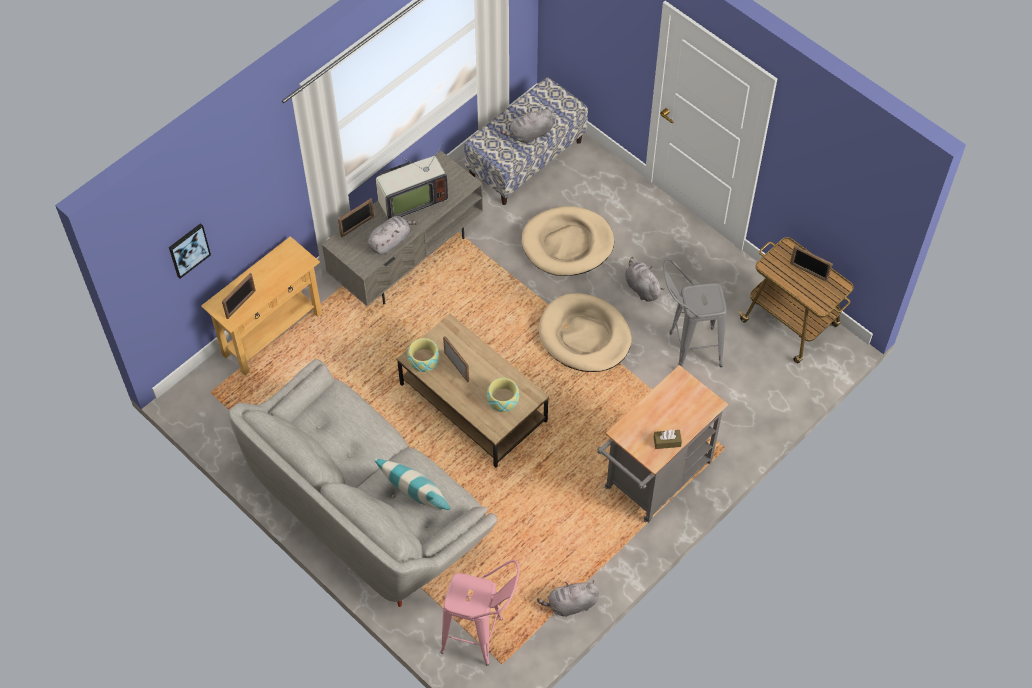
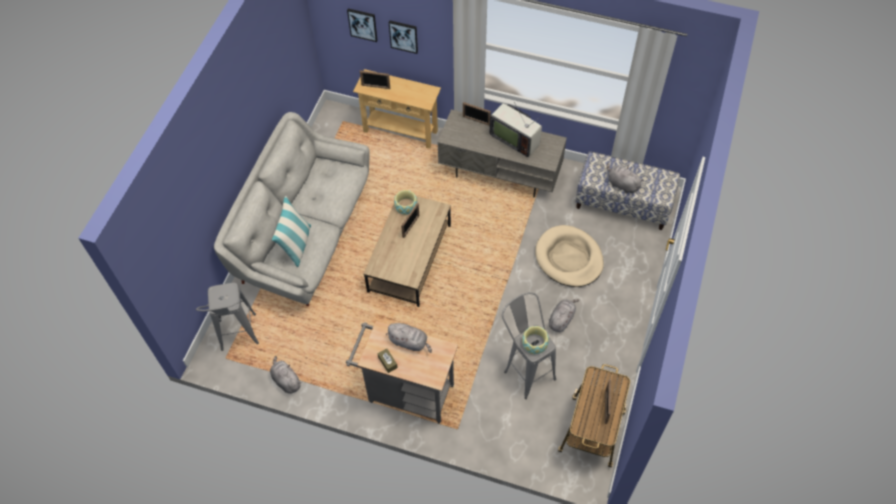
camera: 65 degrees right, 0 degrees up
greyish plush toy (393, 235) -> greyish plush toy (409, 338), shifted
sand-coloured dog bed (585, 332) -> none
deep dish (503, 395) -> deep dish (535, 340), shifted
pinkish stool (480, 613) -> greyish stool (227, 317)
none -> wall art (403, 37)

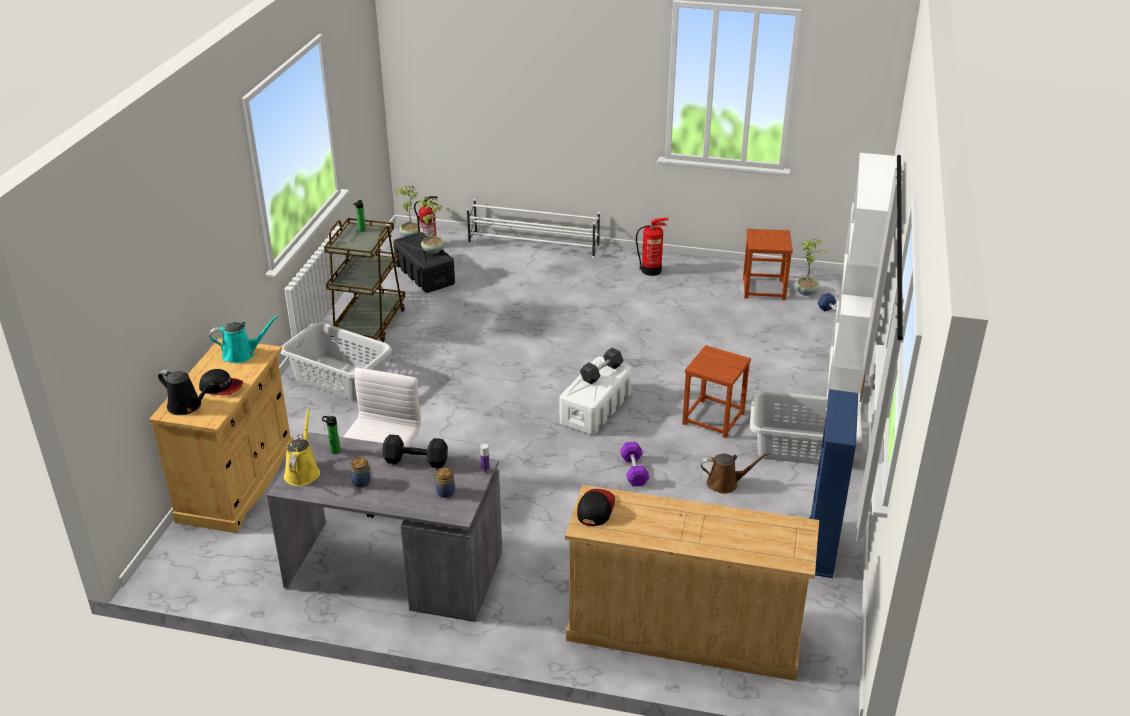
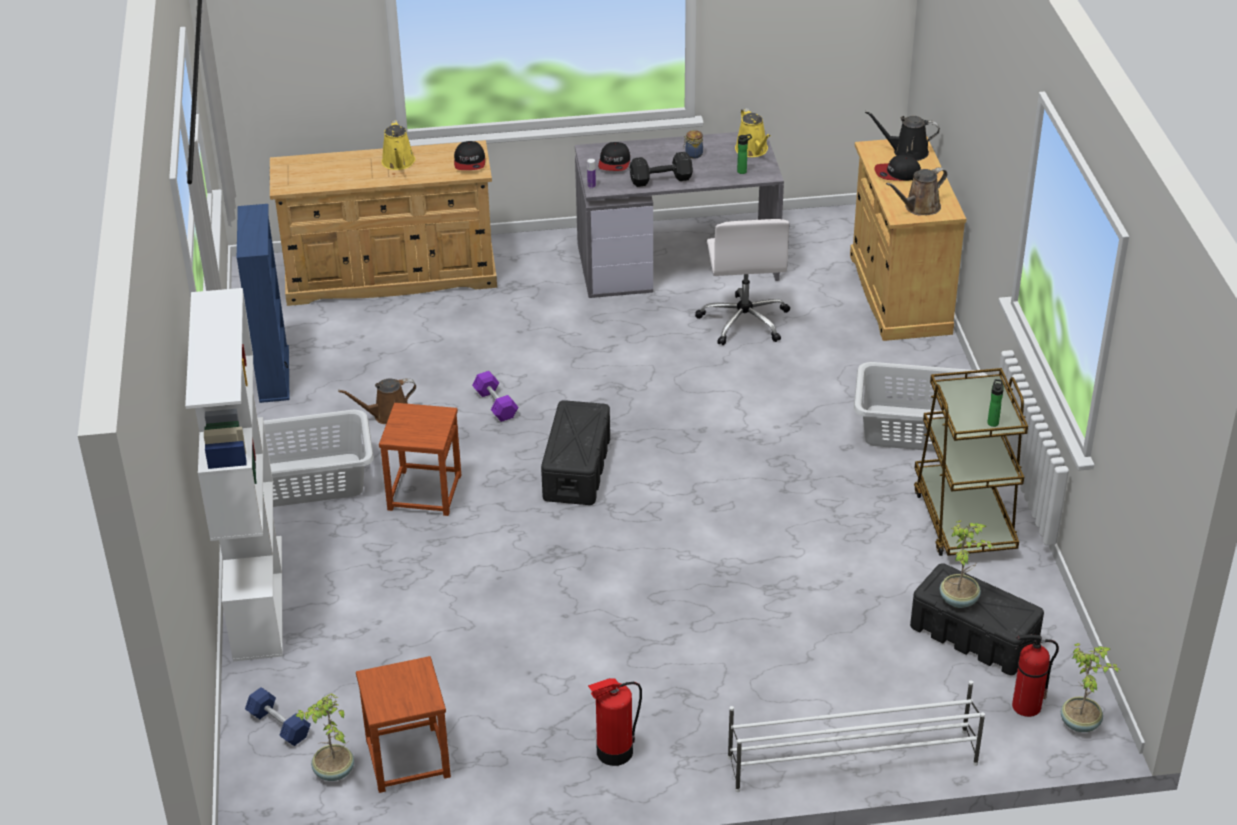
camera: 160 degrees right, 5 degrees up
turquoise watering pot (244, 339) -> brown watering pot (916, 191)
greyish free weight (602, 366) -> none
whitish storage container (595, 396) -> blackish storage container (575, 452)
preserve jar (444, 483) -> peaked cap (614, 156)
none -> yellowish watering pot (398, 145)

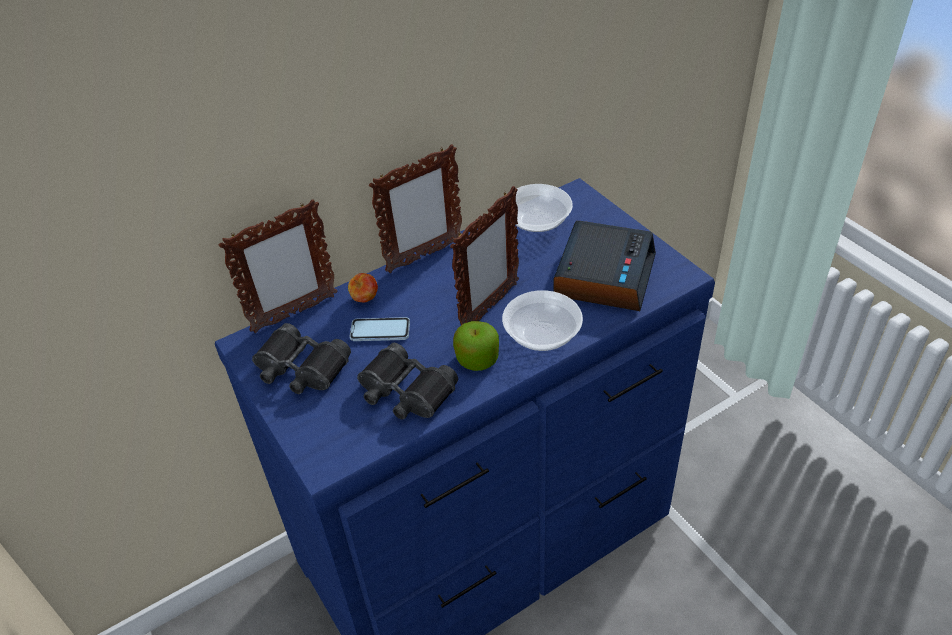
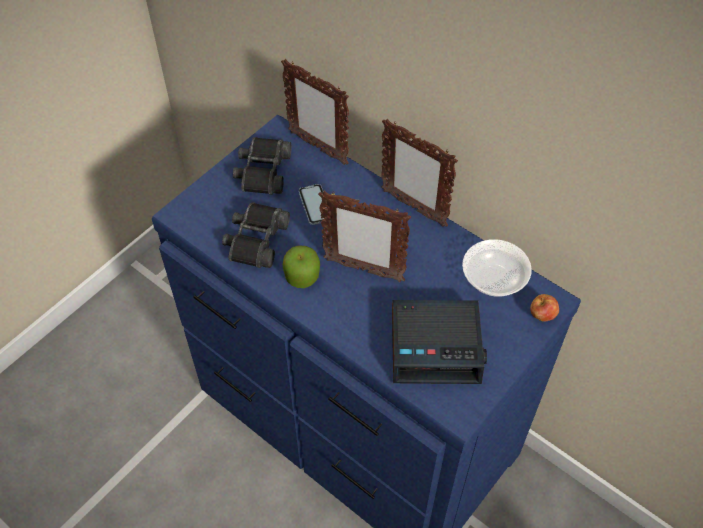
camera: 70 degrees right, 10 degrees up
apple (363, 287) -> apple (544, 308), shifted
deep dish (542, 320) -> none

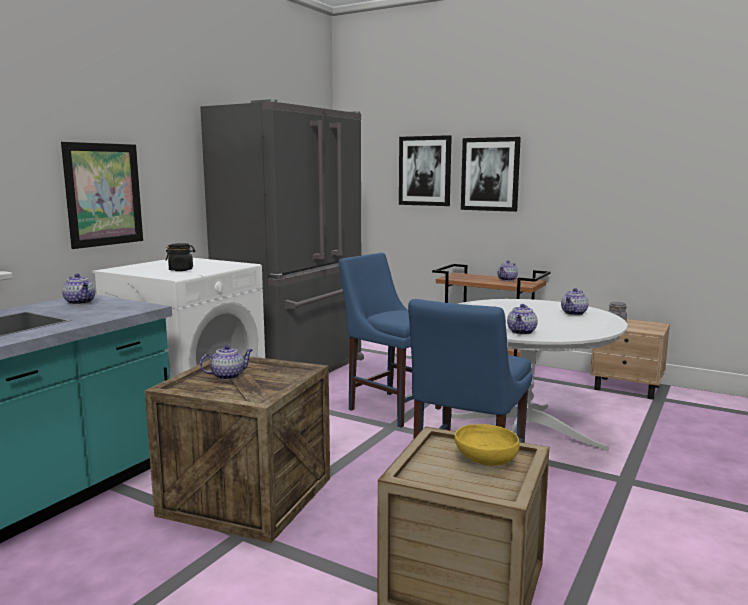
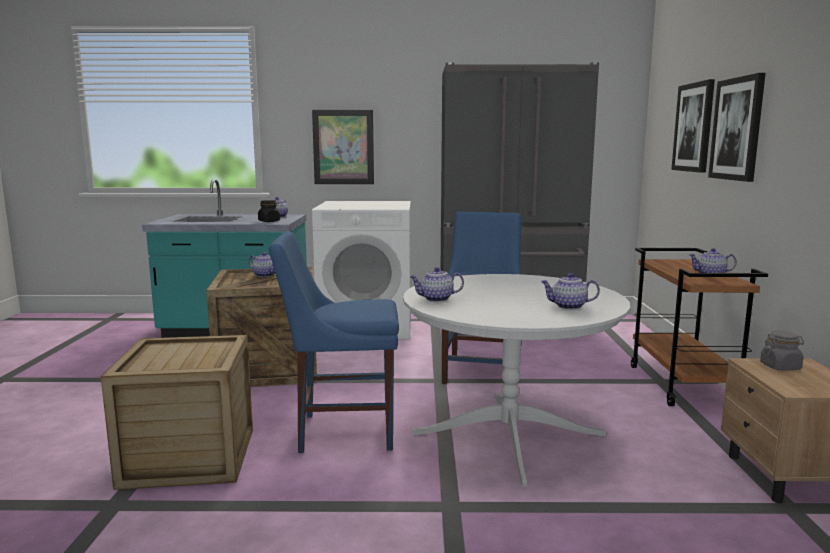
camera: 60 degrees right, 0 degrees up
blackish preserve jar (180, 257) -> blackish preserve jar (269, 211), shifted
yellowish deep dish (487, 445) -> none

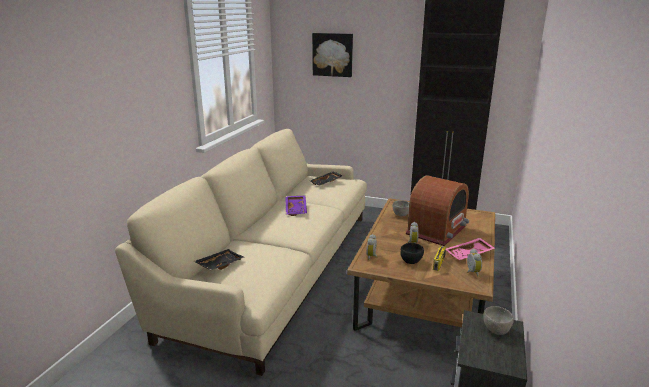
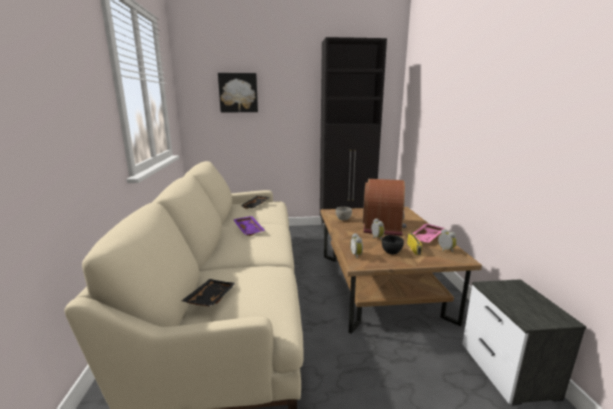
camera: 25 degrees left, 5 degrees down
greyish deep dish (498, 320) -> none

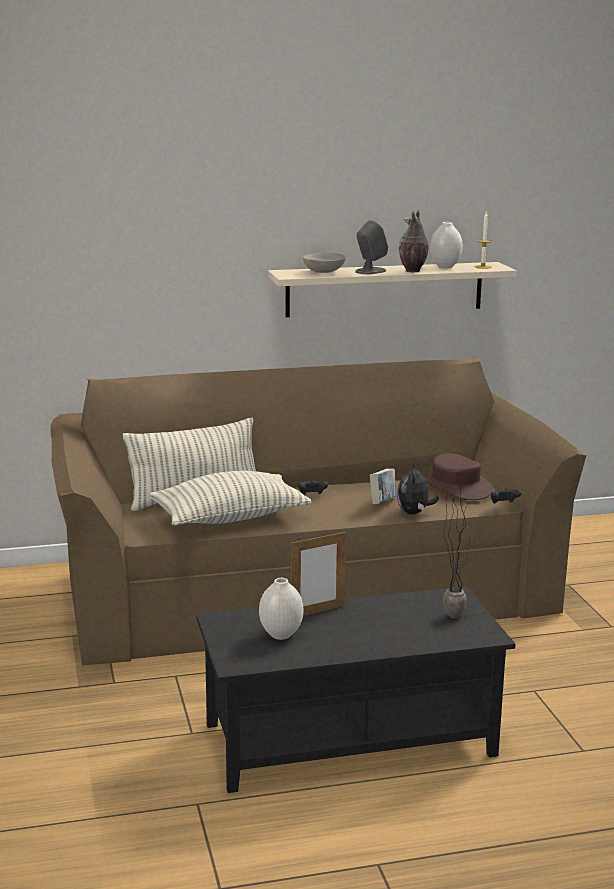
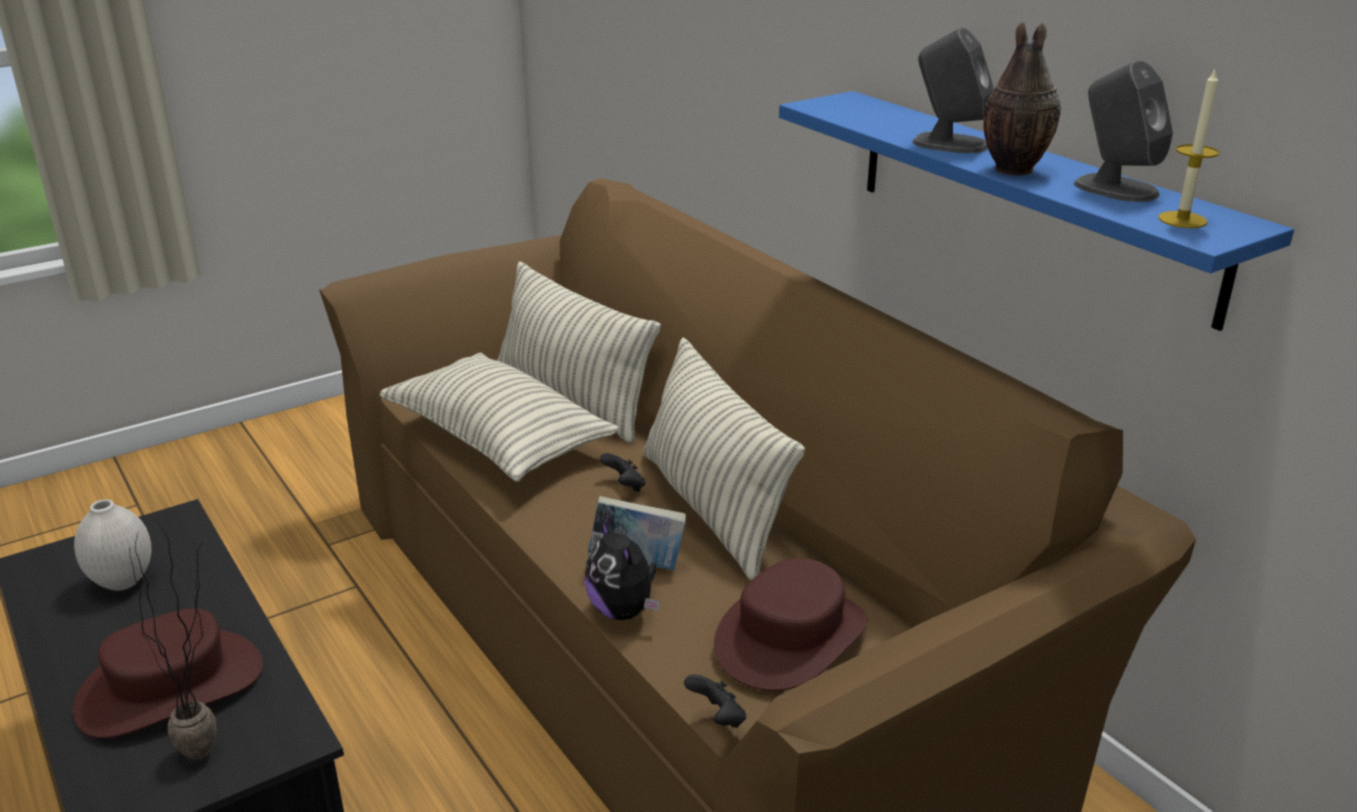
camera: 70 degrees right, 10 degrees up
whitish vase (446, 245) -> greyish audio speaker (1123, 131)
greyish deep dish (324, 263) -> none
sand-coloured shelf (392, 289) -> bluish shelf (1036, 211)
plush toy (418, 489) -> plush toy (622, 569), 105 degrees counterclockwise
standing frame (318, 574) -> none
none -> pillow (724, 458)
none -> brown hat (168, 673)

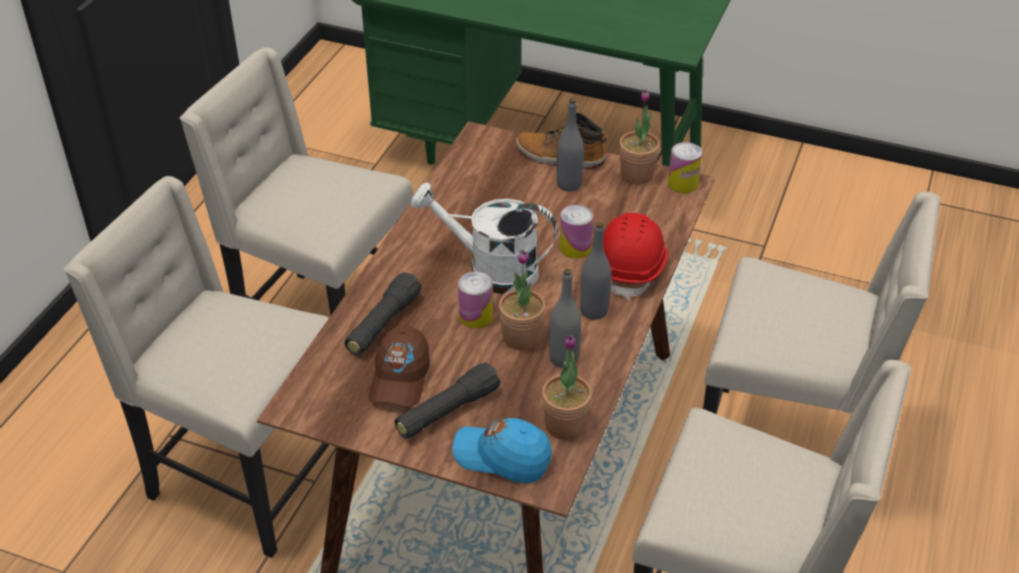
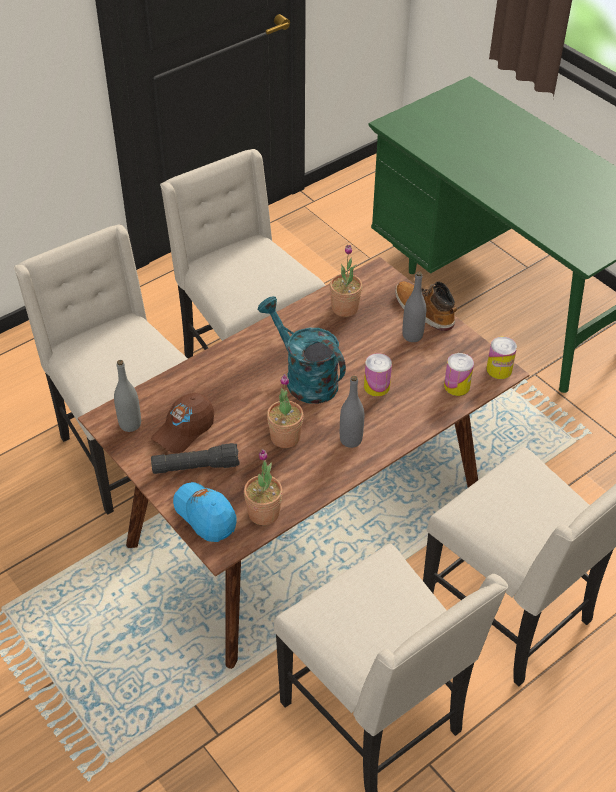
camera: 30 degrees right, 5 degrees up
potted plant (639, 136) -> potted plant (346, 281), shifted
whitish watering pot (484, 238) -> turquoise watering pot (302, 350)
red-coloured work helmet (635, 256) -> none
greyish beverage bottle (565, 318) -> greyish beverage bottle (127, 396), shifted
blackish hand torch (382, 313) -> none
sealed can (475, 300) -> sealed can (459, 374), shifted

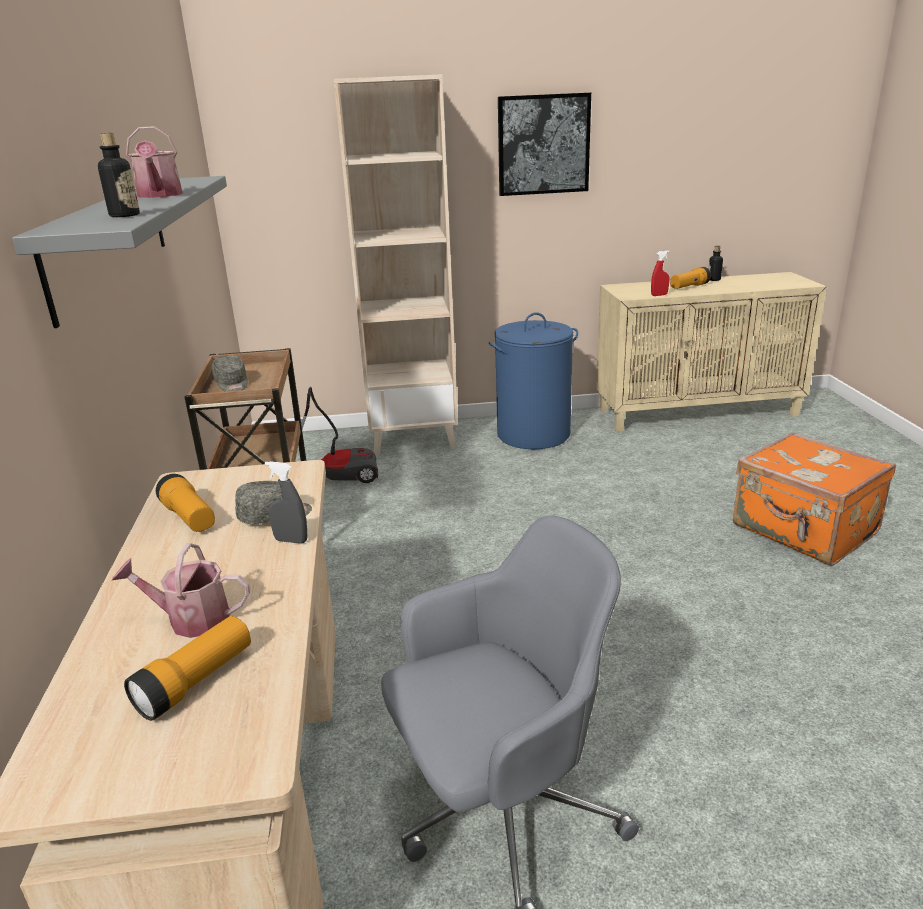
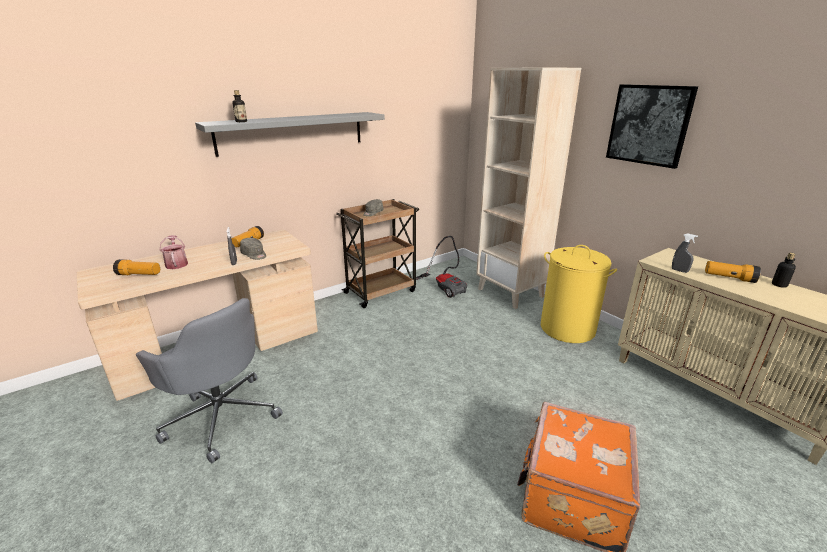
camera: 60 degrees right, 0 degrees up
watering pot (154, 162) -> none
red-coloured sprayer (660, 273) -> greyish sprayer (685, 253)
bluish washing basket (533, 380) -> yellowish washing basket (579, 294)

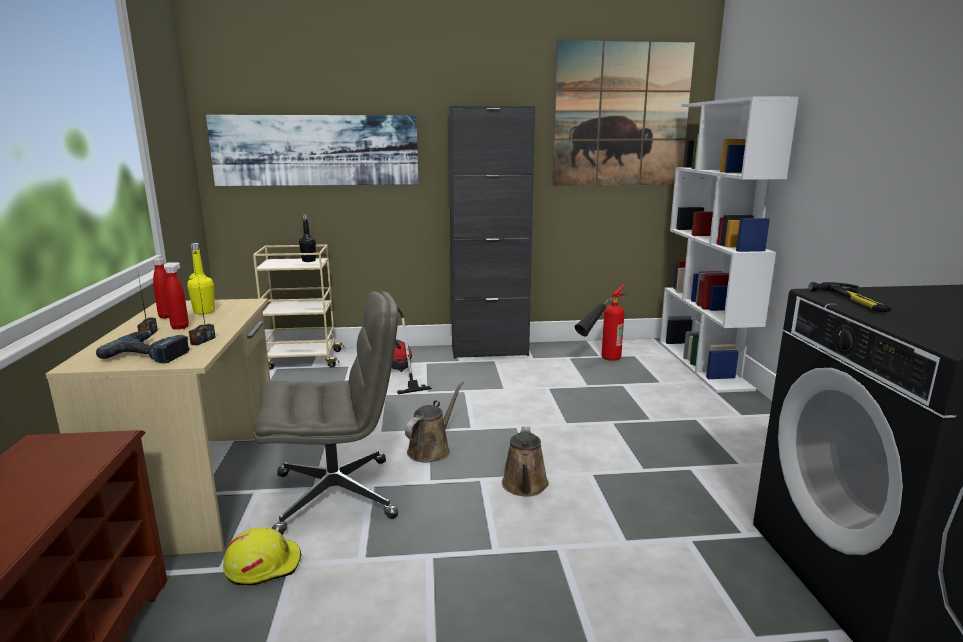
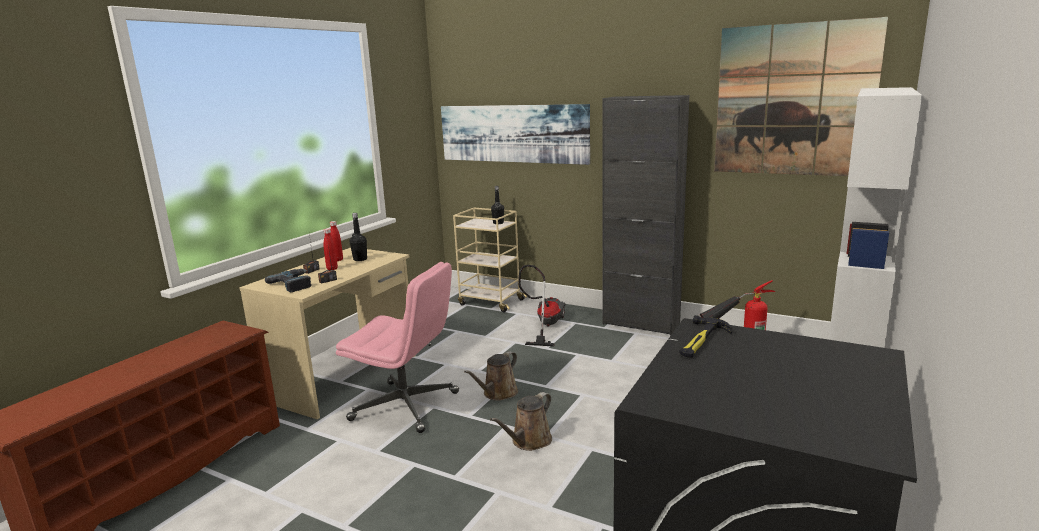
camera: 35 degrees right, 0 degrees up
yellowish beverage bottle (201, 278) -> blackish beverage bottle (358, 237)
greyish desk chair (326, 413) -> pinkish desk chair (397, 347)
brown watering pot (434, 422) -> brown watering pot (491, 376), 150 degrees clockwise
yellowish work helmet (262, 556) -> none

